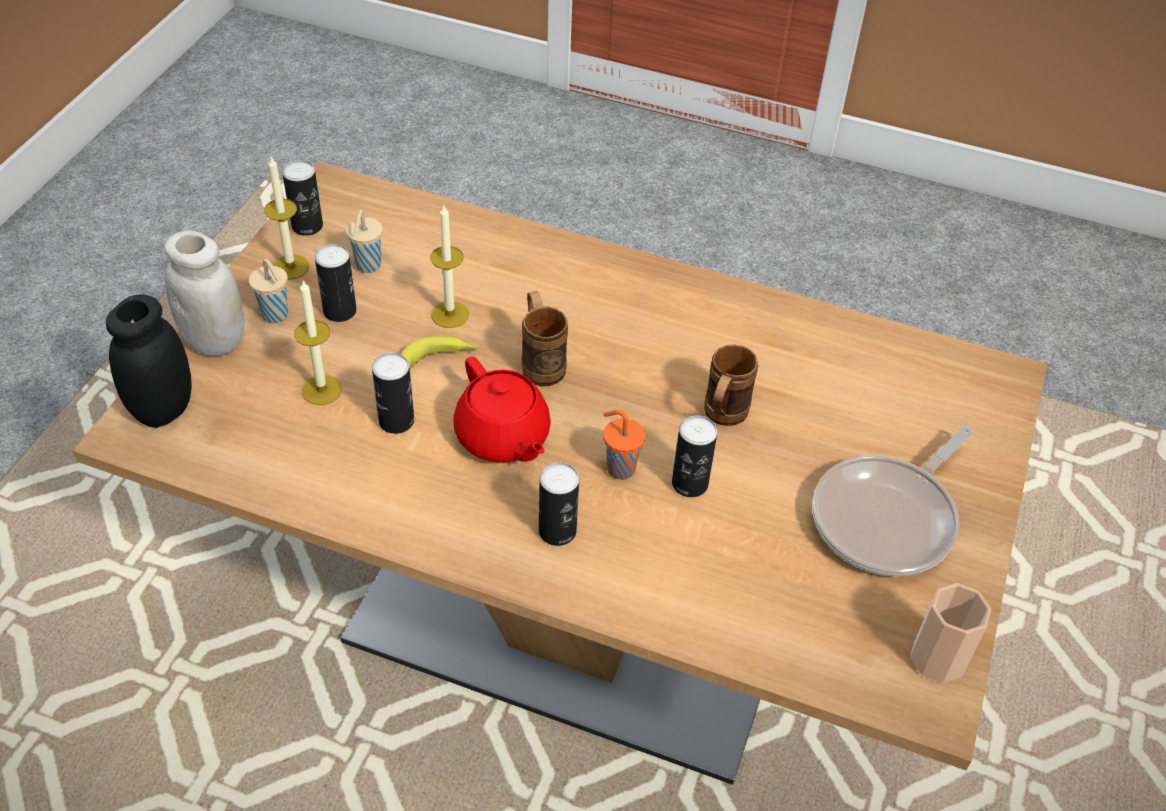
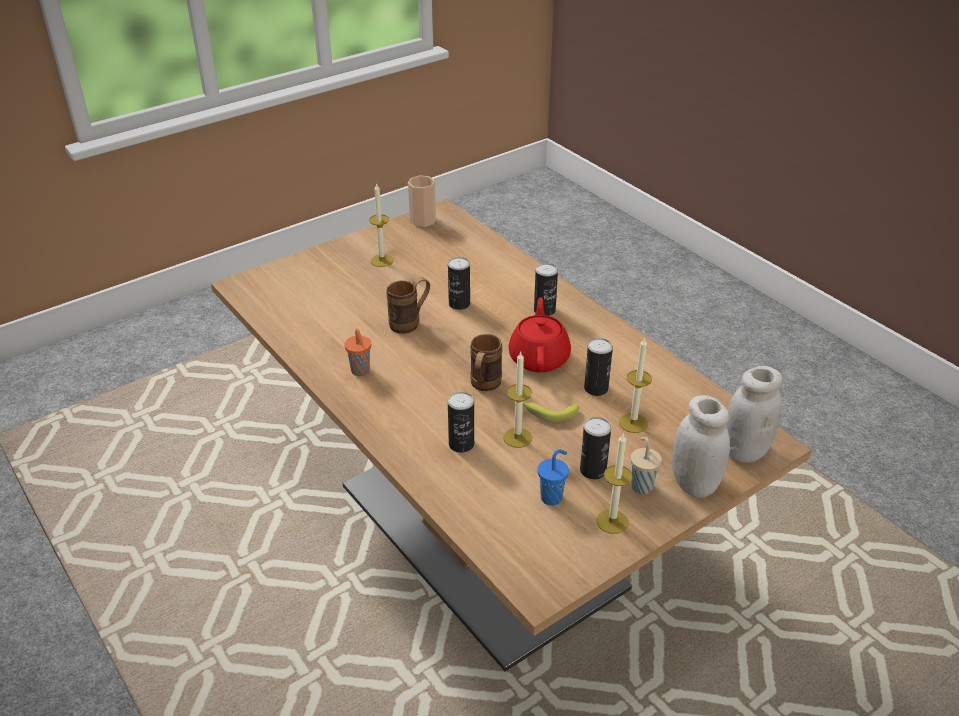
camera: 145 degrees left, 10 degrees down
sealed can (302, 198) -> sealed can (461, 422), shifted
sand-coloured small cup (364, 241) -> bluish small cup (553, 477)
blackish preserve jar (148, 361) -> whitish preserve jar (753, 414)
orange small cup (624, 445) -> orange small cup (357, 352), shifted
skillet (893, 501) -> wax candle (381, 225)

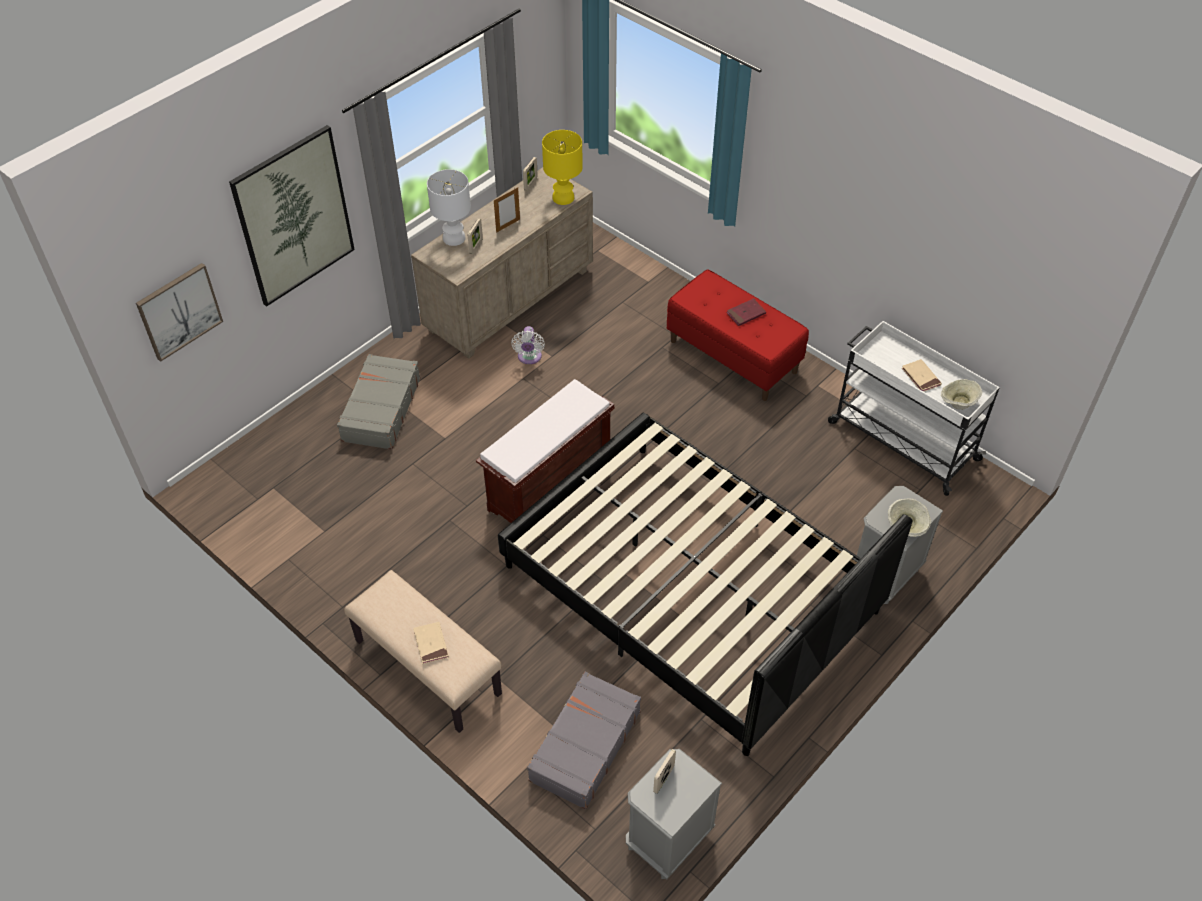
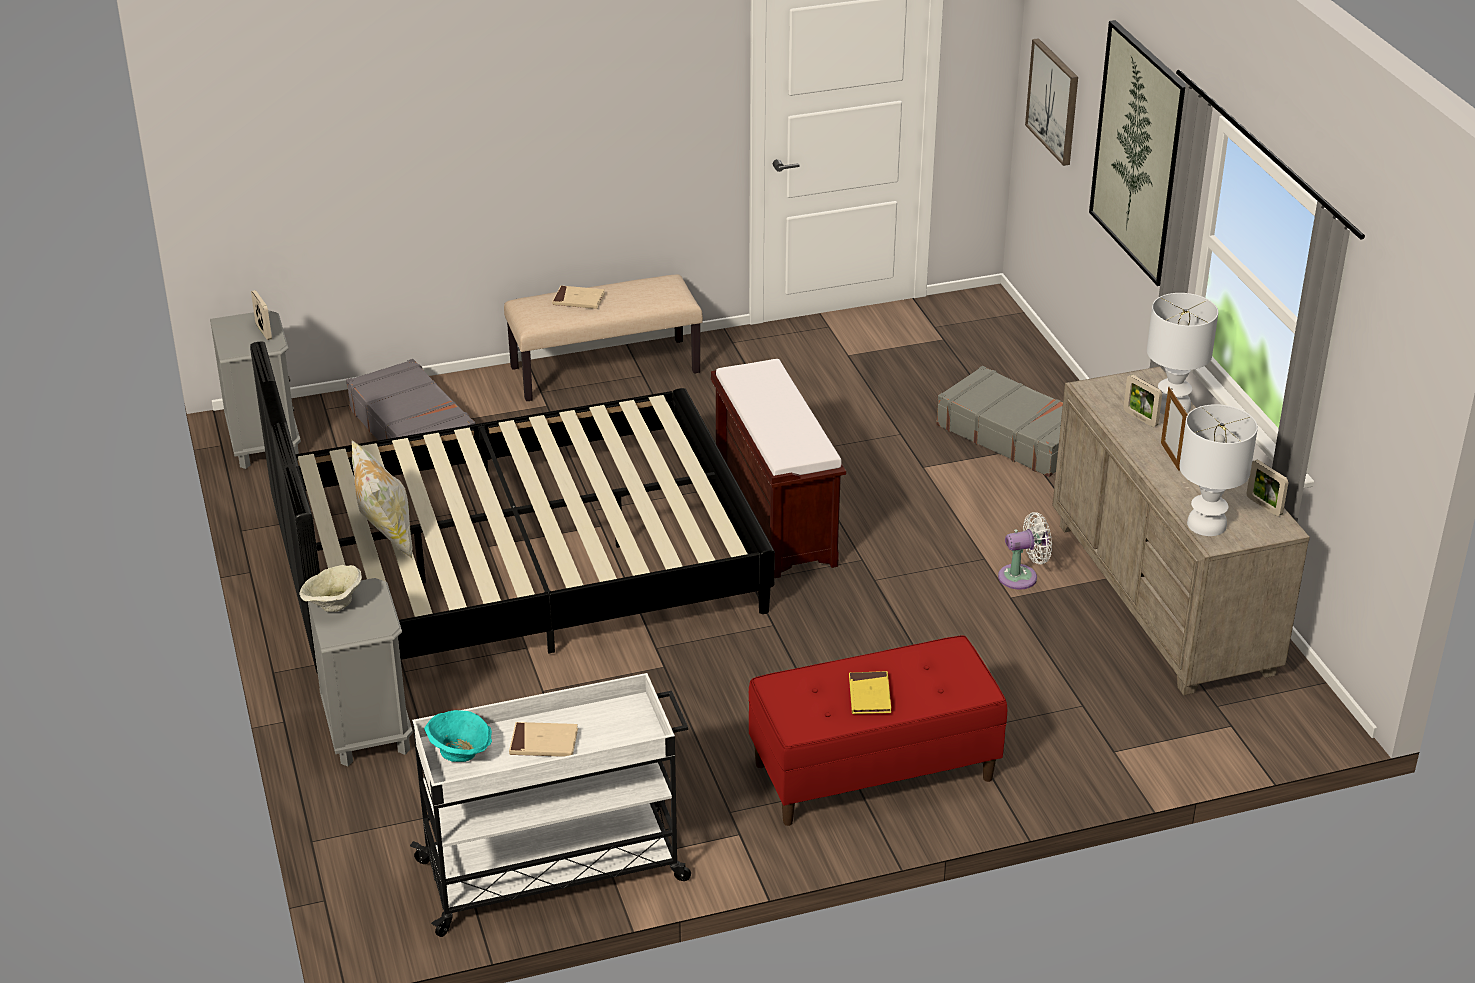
camera: 120 degrees right, 15 degrees down
yellowish table lamp (562, 167) -> whitish table lamp (1218, 470)
red-coloured volume (746, 312) -> yellowish volume (870, 692)
whitish electric fan (528, 345) -> whitish electric fan (1025, 551), 135 degrees clockwise
sand-coloured deep dish (961, 394) -> turquoise deep dish (458, 736)
none -> pillow (382, 498)

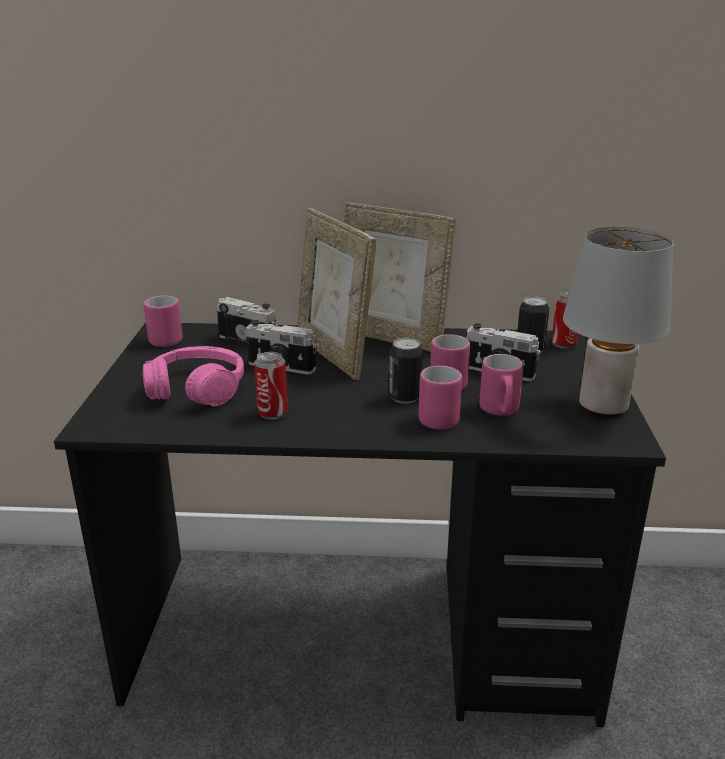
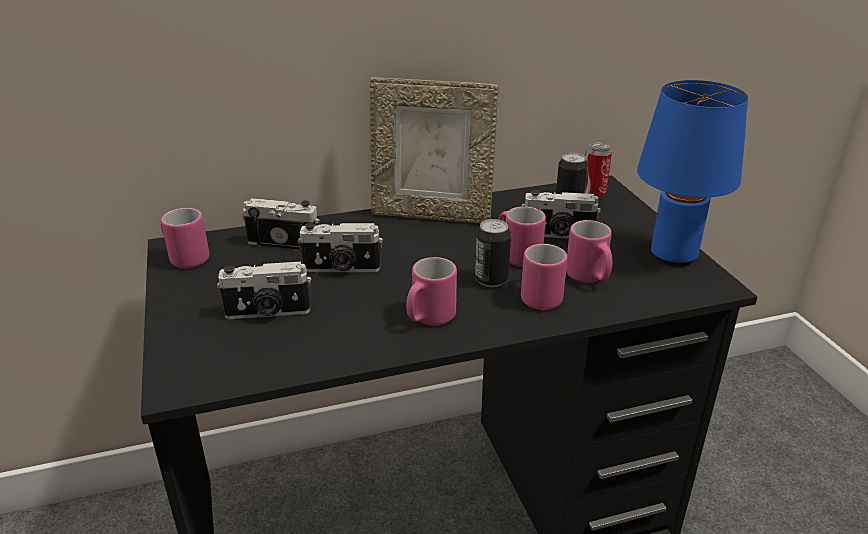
camera: 20 degrees left, 5 degrees up
standing frame (336, 294) -> none
greyish table lamp (618, 322) -> bluish table lamp (692, 173)
pinkish headphones (193, 376) -> still camera (264, 290)
sealed can (271, 386) -> none
none -> pinkish coffee mug (431, 291)

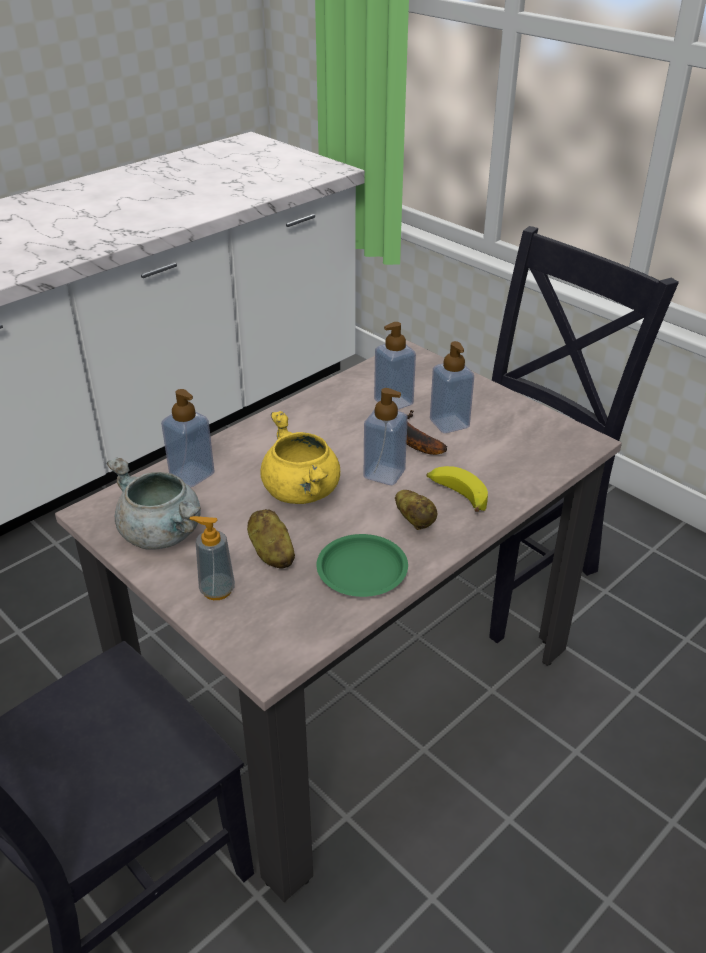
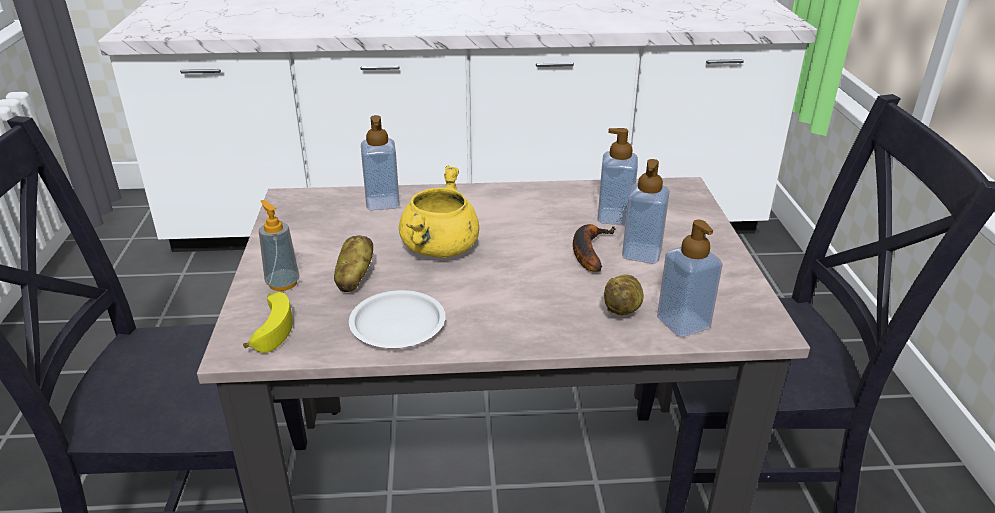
camera: 40 degrees right, 5 degrees down
liquid soap bottle (386, 436) -> liquid soap bottle (689, 278), shifted
greyish saucepot (154, 504) -> none
whole banana (457, 489) -> whole banana (268, 322), shifted
spud (416, 510) -> spud (623, 295), shifted
green-coloured flat dish (362, 565) -> whitish flat dish (397, 319)

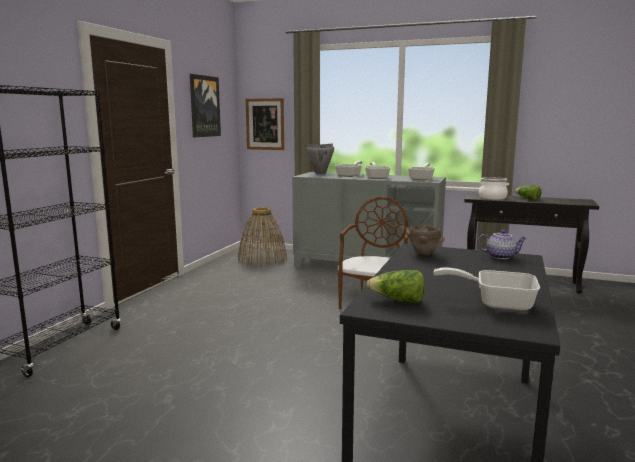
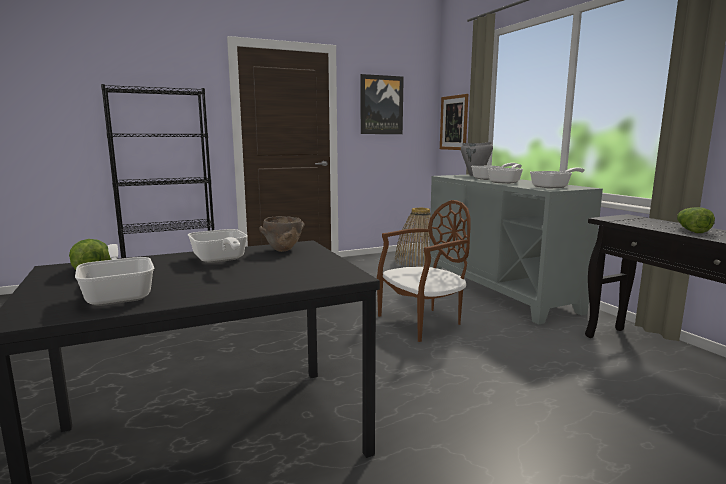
camera: 45 degrees right, 0 degrees up
saucepot (493, 188) -> none
pot for tea (502, 244) -> none
none -> skillet (218, 246)

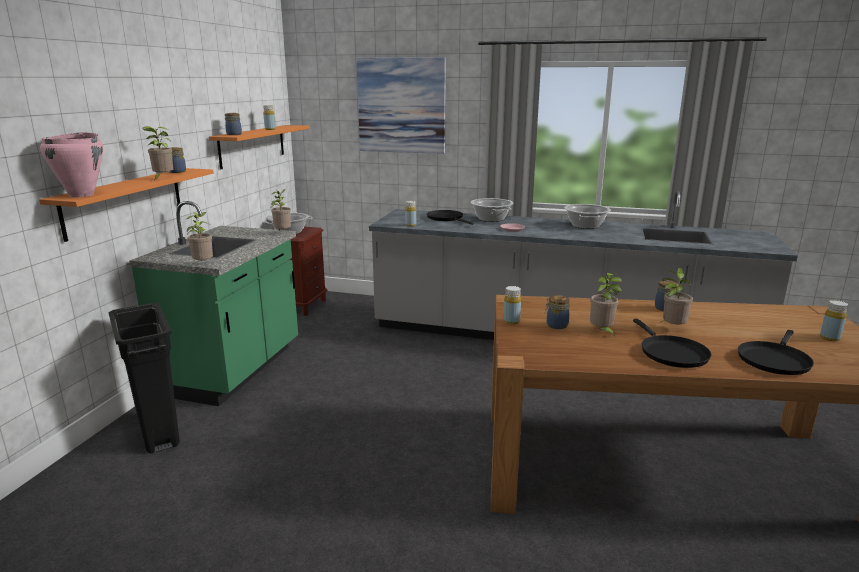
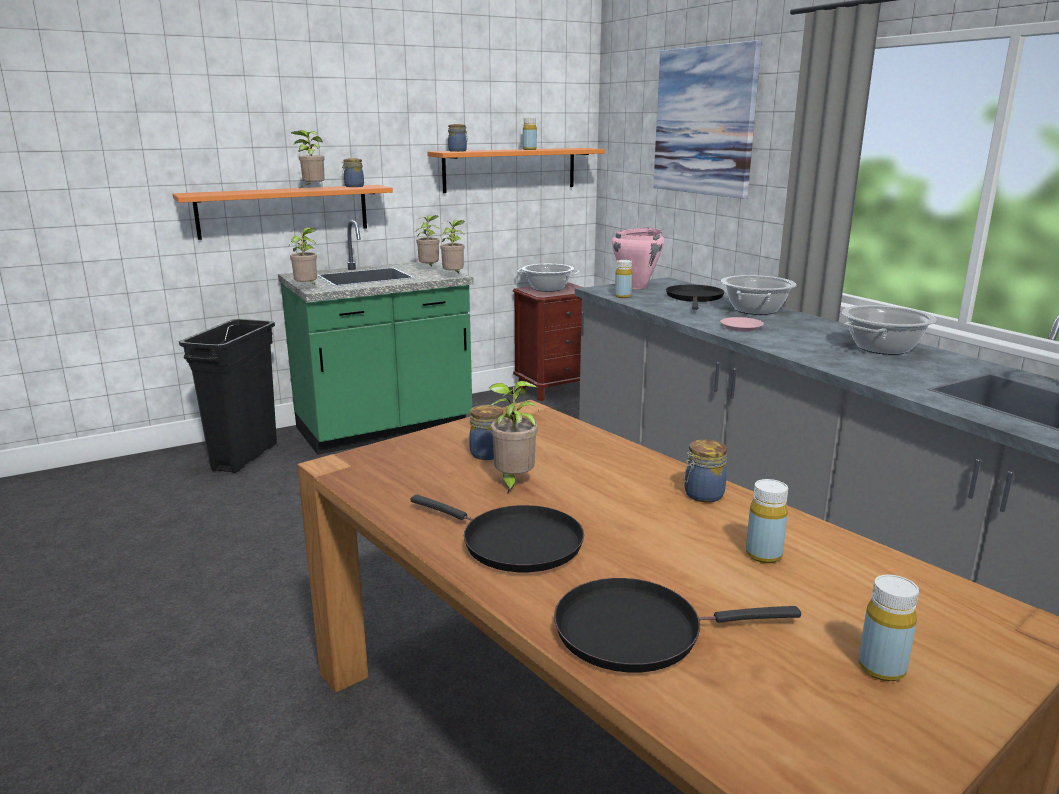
camera: 45 degrees right, 0 degrees up
pinkish saucepot (71, 164) -> pinkish saucepot (638, 258), shifted
potted plant (676, 295) -> potted plant (427, 240), shifted
yellowish beverage bottle (512, 305) -> yellowish beverage bottle (767, 521), shifted
blackish skillet (672, 343) -> blackish skillet (497, 533), 90 degrees counterclockwise

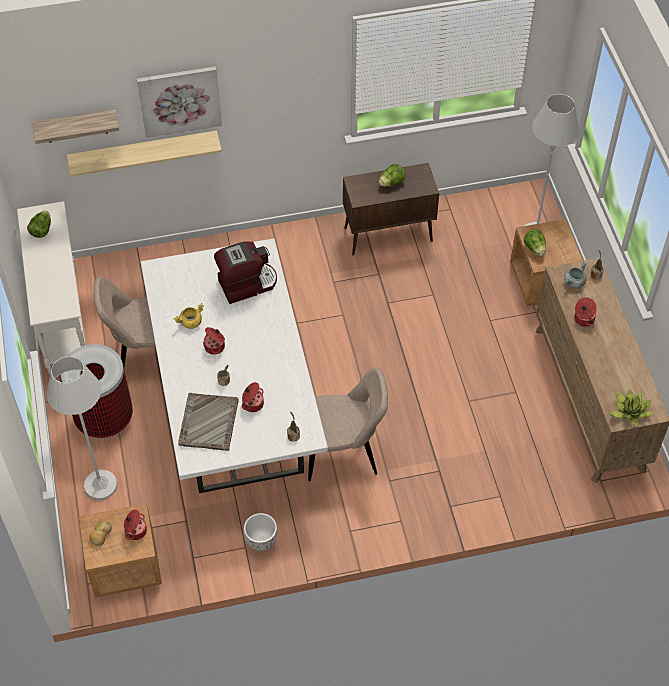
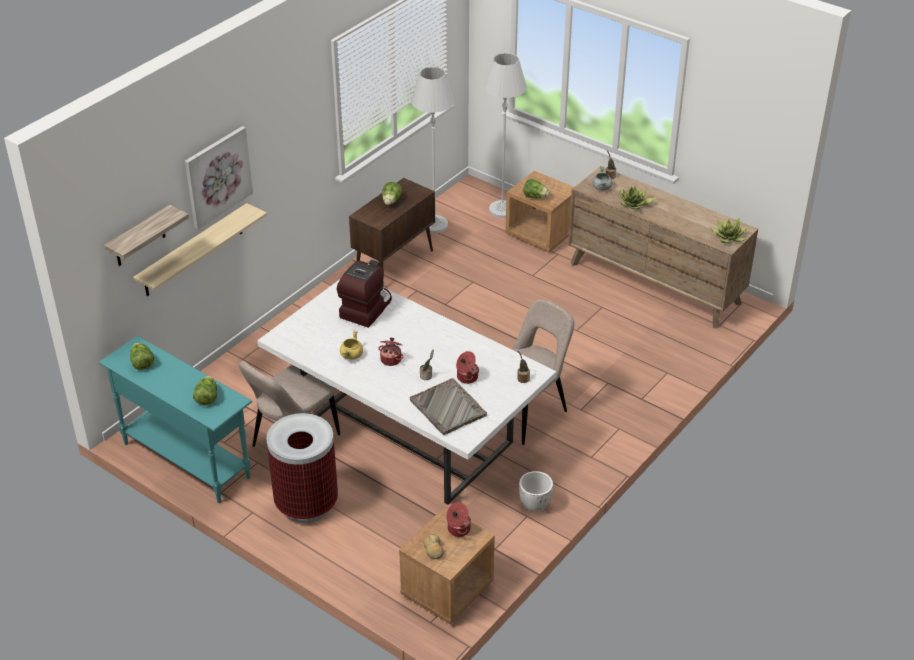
camera: 40 degrees left, 15 degrees down
whitish hall table (51, 288) -> turquoise hall table (175, 419)
saucepot (585, 312) -> potted plant (638, 198)
whitish standard lamp (81, 428) -> whitish standard lamp (432, 150), shifted
none -> lettuce (205, 390)

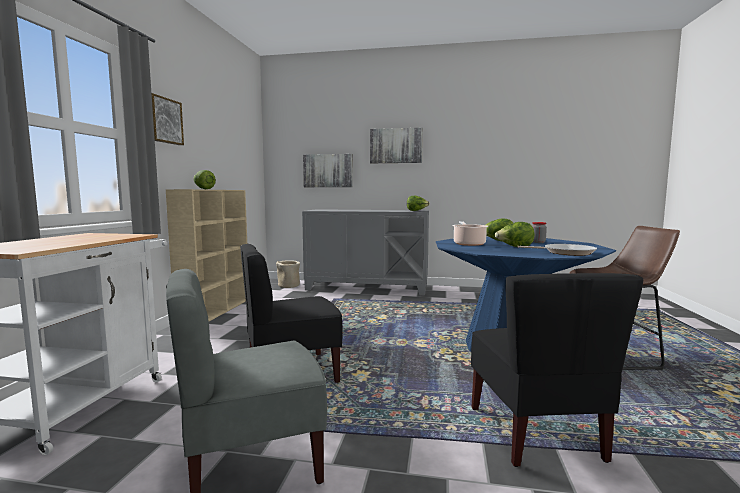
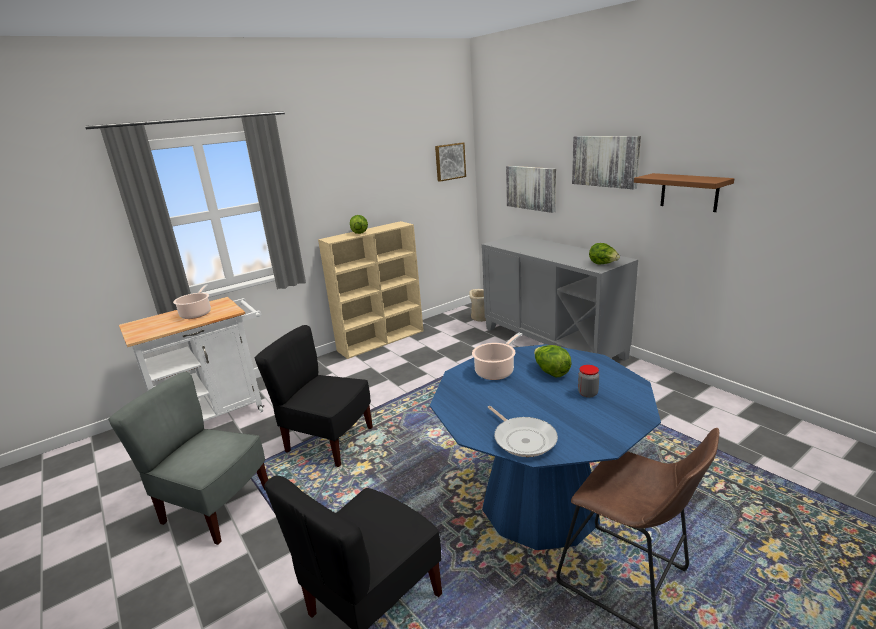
camera: 45 degrees right, 15 degrees up
wall art (168, 119) -> wall art (450, 162), shifted
lettuce (514, 234) -> none
none -> brown shelf (684, 192)
none -> saucepot (192, 302)

